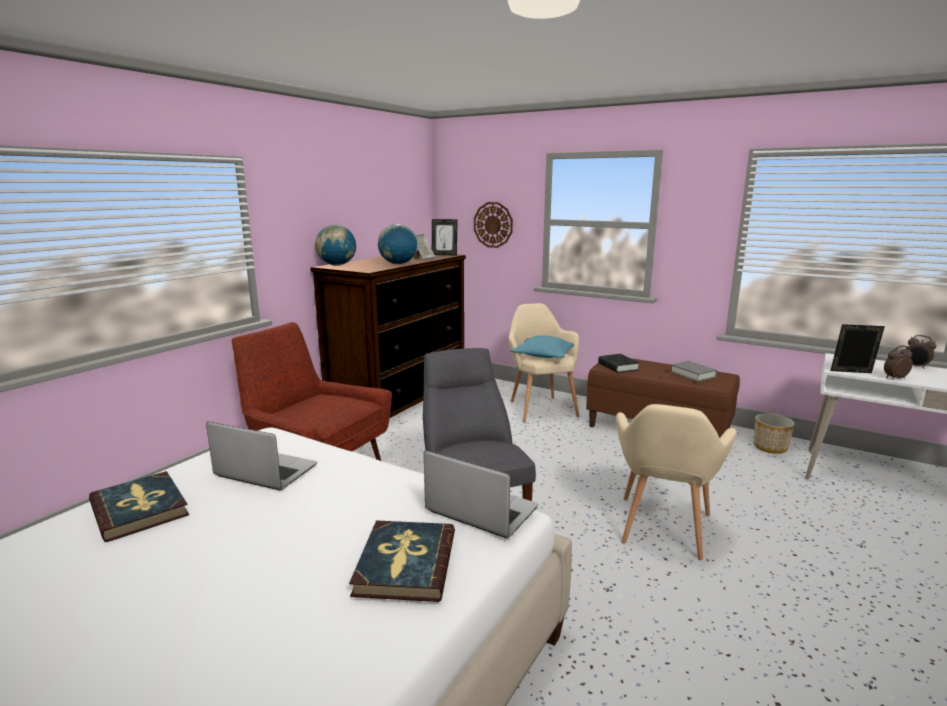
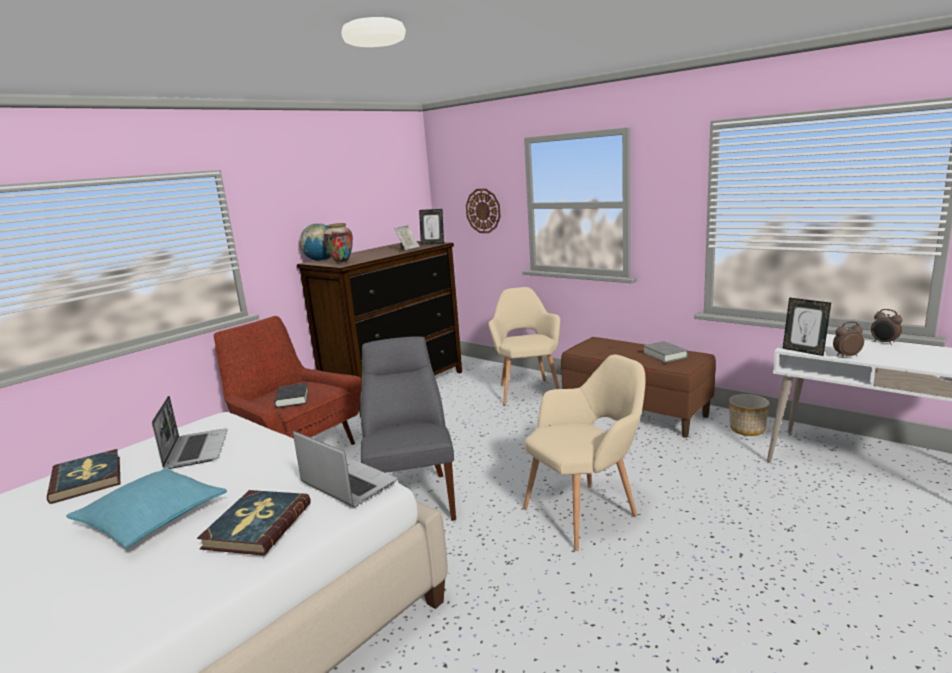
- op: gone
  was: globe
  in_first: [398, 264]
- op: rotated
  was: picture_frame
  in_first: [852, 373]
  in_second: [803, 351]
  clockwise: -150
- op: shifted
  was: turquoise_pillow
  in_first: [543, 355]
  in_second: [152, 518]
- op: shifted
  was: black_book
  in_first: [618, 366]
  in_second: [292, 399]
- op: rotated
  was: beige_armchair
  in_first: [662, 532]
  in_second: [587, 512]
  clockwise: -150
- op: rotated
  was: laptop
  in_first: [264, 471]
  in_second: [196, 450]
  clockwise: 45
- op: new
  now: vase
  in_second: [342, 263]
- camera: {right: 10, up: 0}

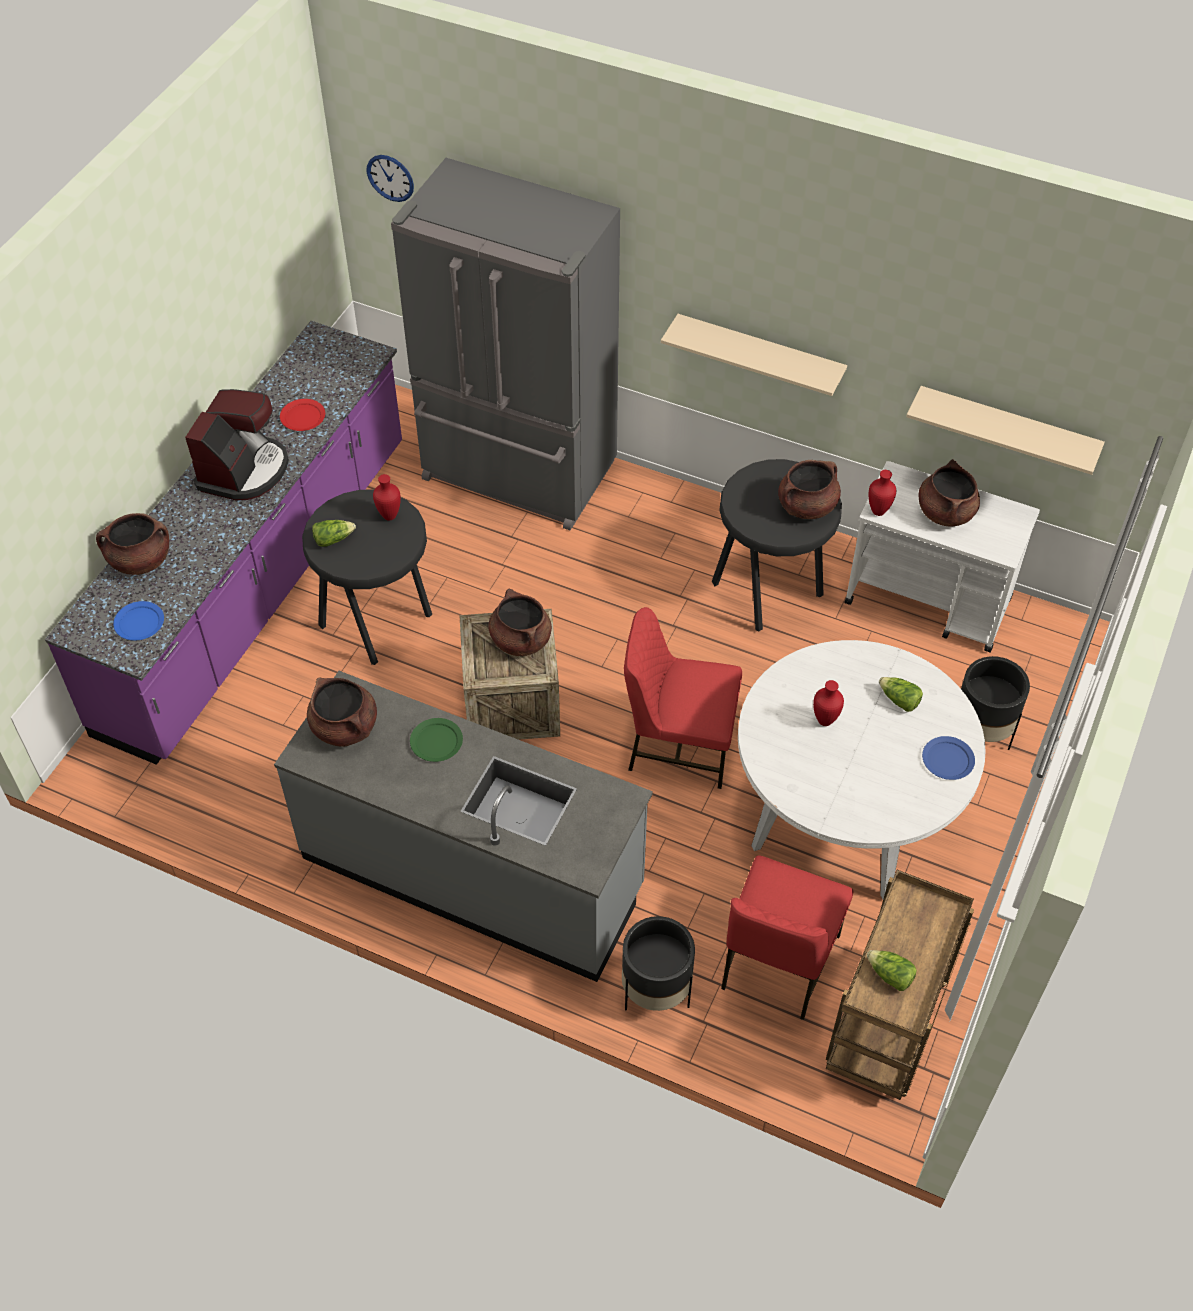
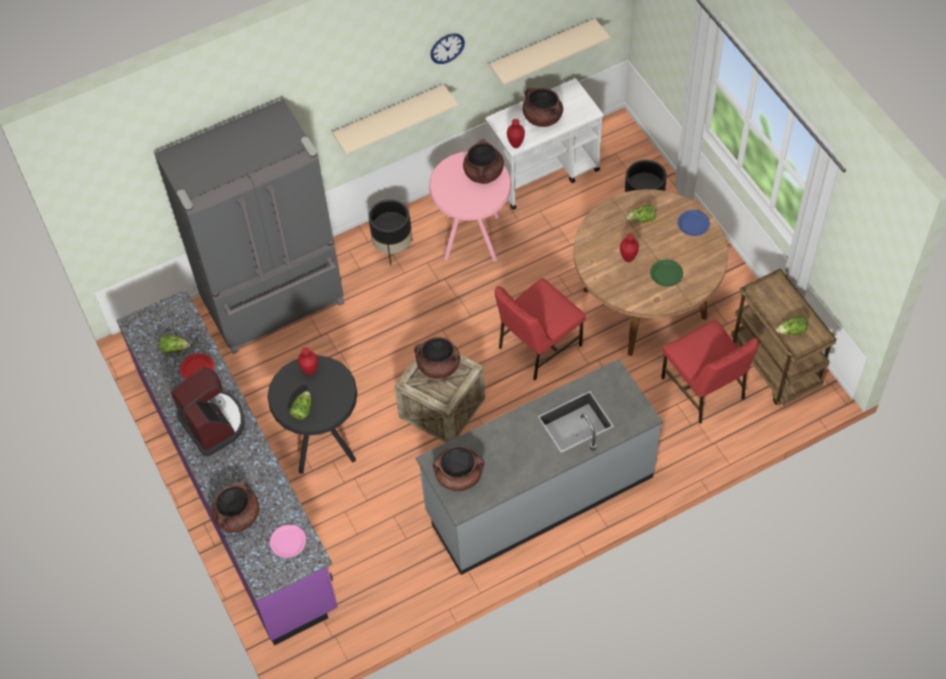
- op: shifted
  was: wall_clock
  in_first: [390, 178]
  in_second: [447, 48]
- op: repainted
  was: black_stool
  now: pink_stool
  in_first: [769, 590]
  in_second: [473, 237]
- op: repainted
  was: blue_plate
  now: pink_plate
  in_first: [139, 623]
  in_second: [288, 541]
- op: repainted
  was: white_dining_table
  now: brown_dining_table
  in_first: [843, 818]
  in_second: [644, 303]
- op: shifted
  was: green_plate
  in_first: [436, 742]
  in_second: [666, 274]
- op: shifted
  was: black_planter
  in_first: [655, 991]
  in_second: [392, 248]
- op: new
  now: lettuce
  in_second: [174, 348]
- camera: {right: -50, up: 5}

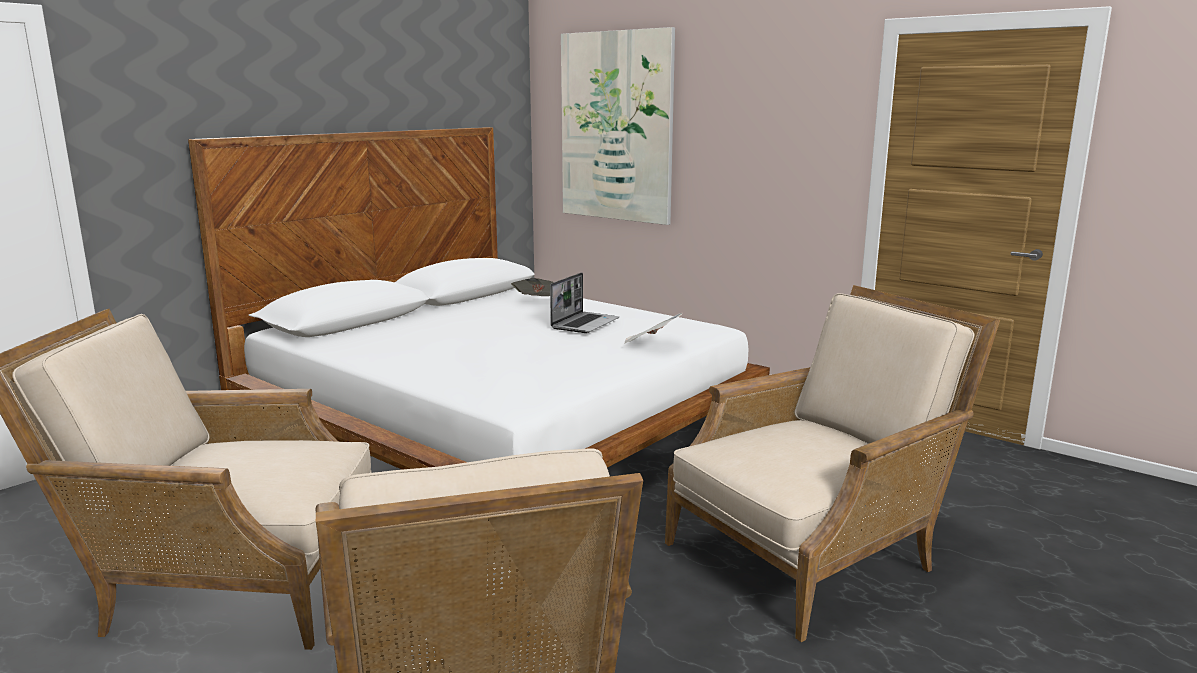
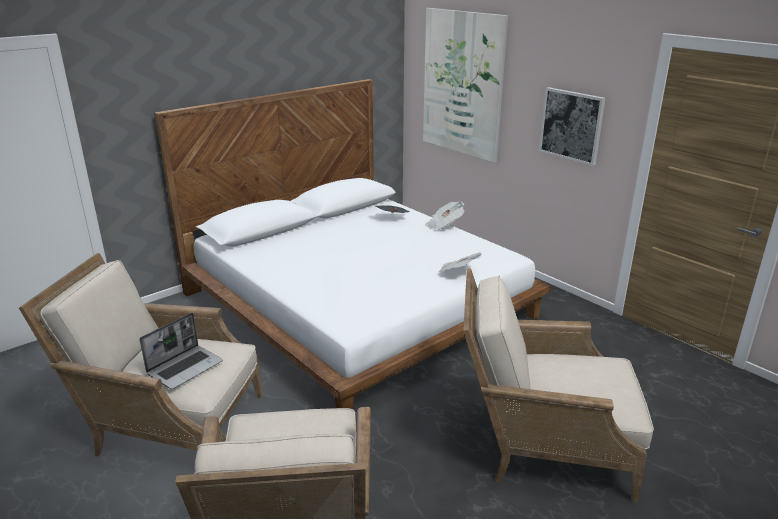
- op: shifted
  was: laptop
  in_first: [584, 324]
  in_second: [185, 367]
- op: rotated
  was: beige_armchair
  in_first: [815, 552]
  in_second: [542, 444]
  clockwise: -150
- op: new
  now: picture
  in_second: [571, 125]
- op: new
  now: newspaper
  in_second: [444, 225]
- camera: {right: 10, up: 10}

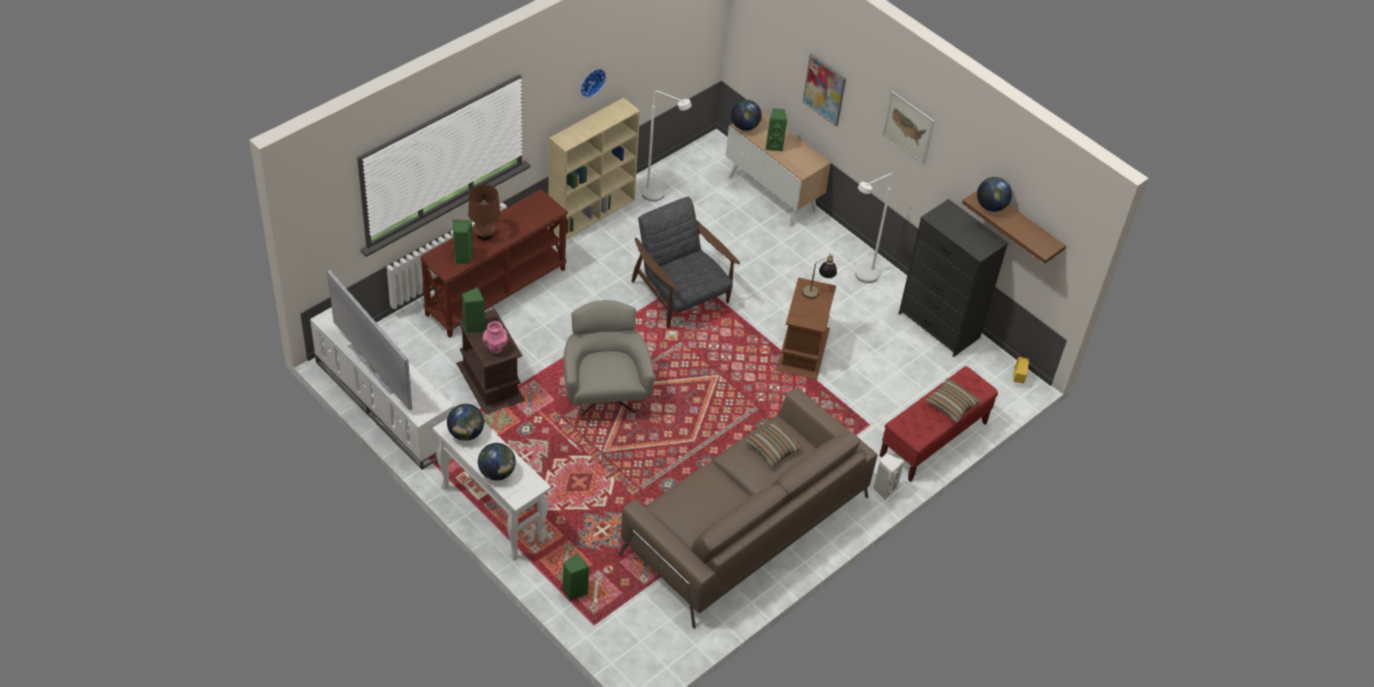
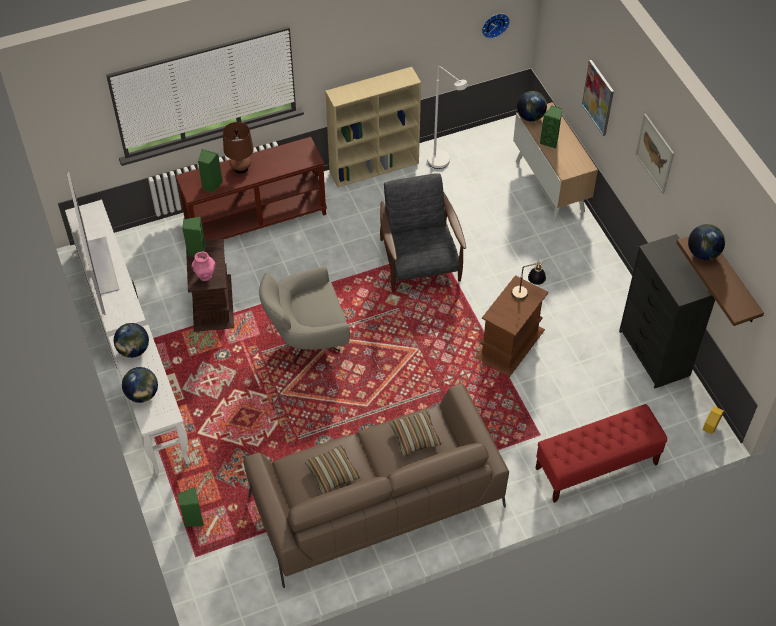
- op: shifted
  was: wall_clock
  in_first: [591, 81]
  in_second: [494, 24]
- op: gone
  was: white_floor_lamp
  in_first: [861, 277]
- op: rotated
  was: grey_armchair
  in_first: [604, 393]
  in_second: [307, 339]
  clockwise: -120
- op: shifted
  was: pillow
  in_first: [951, 404]
  in_second: [332, 473]
- op: gone
  was: white_speaker
  in_first: [884, 490]
- camera: {right: 25, up: 5}

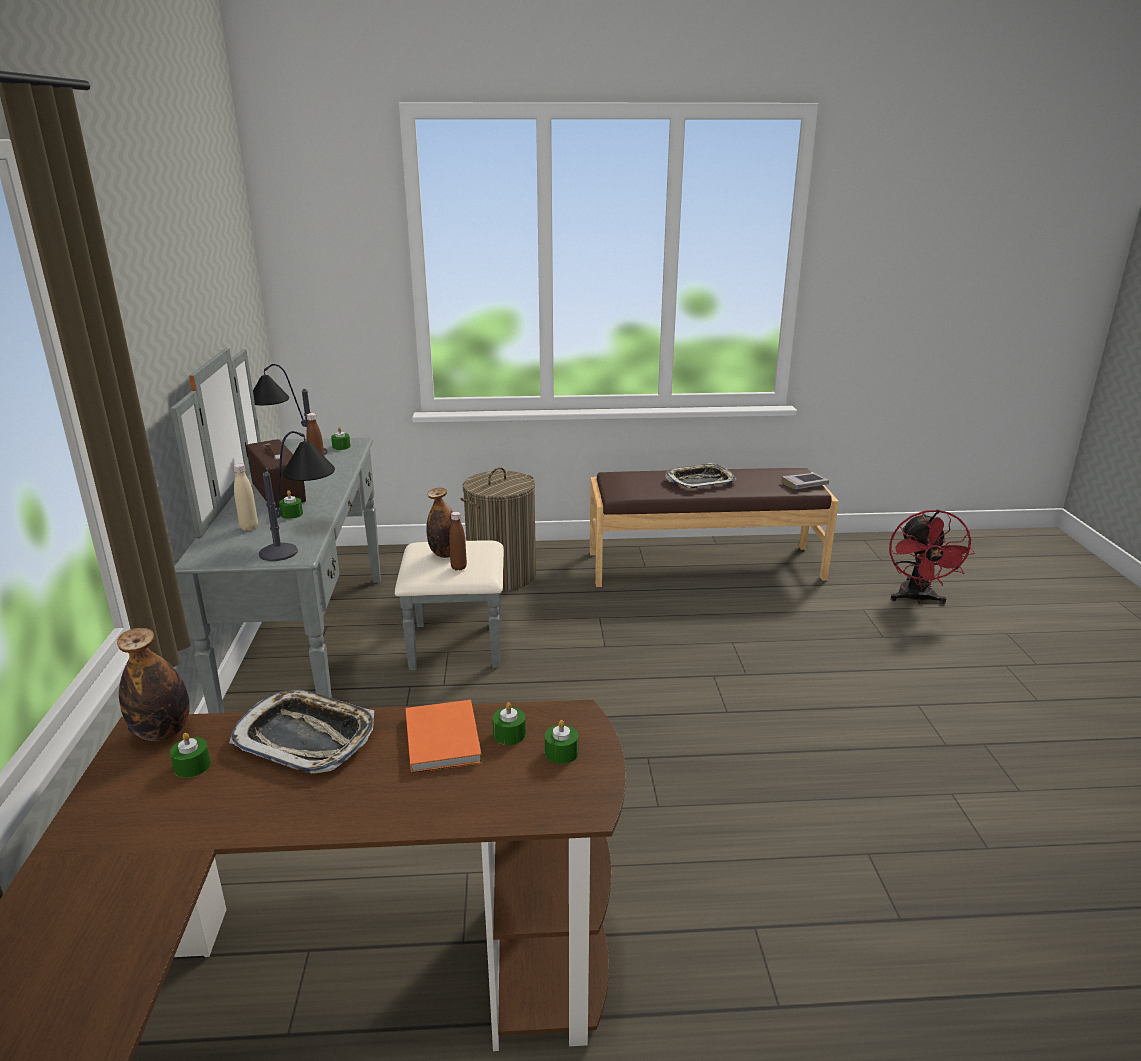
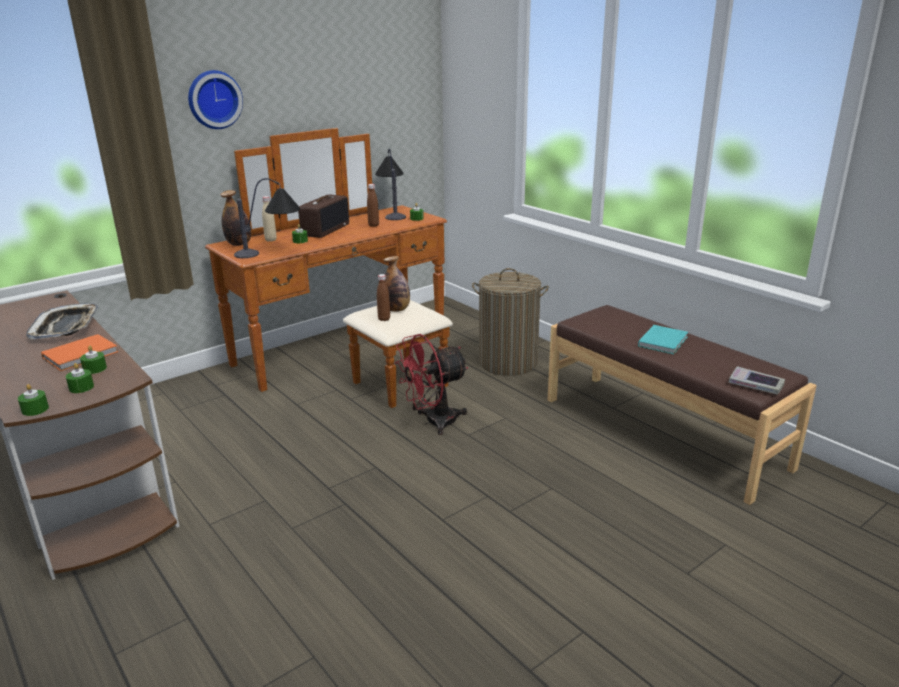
- op: repainted
  was: grey_dresser
  now: brown_dresser
  in_first: [345, 647]
  in_second: [355, 355]
- op: swapped
  was: tray
  now: turquoise_book
  in_first: [700, 481]
  in_second: [664, 341]
- op: shifted
  was: red_fan
  in_first: [917, 599]
  in_second: [433, 422]
- op: shifted
  was: bottle
  in_first: [162, 732]
  in_second: [239, 244]
- op: shifted
  was: green_candle
  in_first: [192, 766]
  in_second: [35, 409]
- op: new
  now: wall_clock
  in_second: [214, 99]
- camera: {right: 55, up: 0}

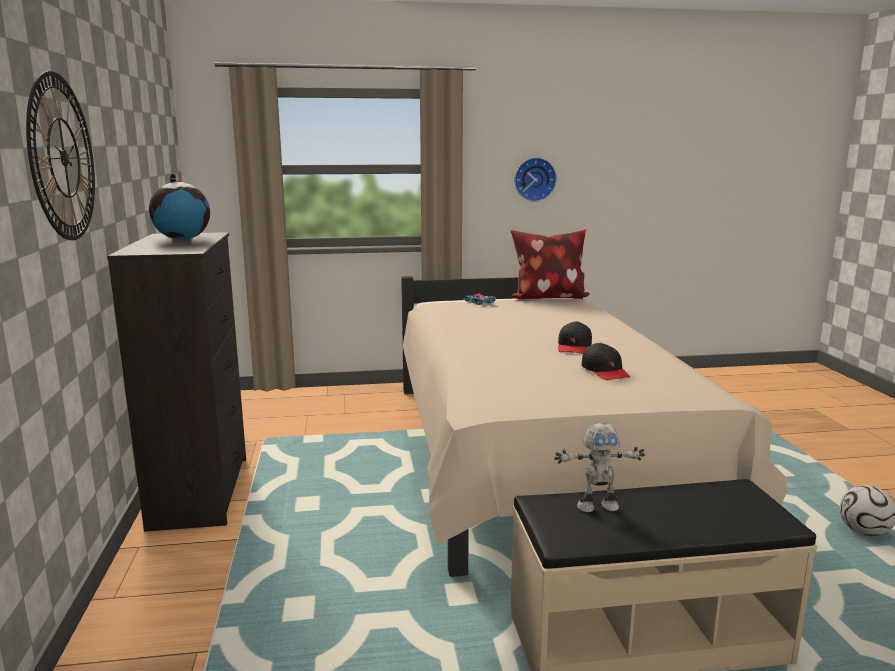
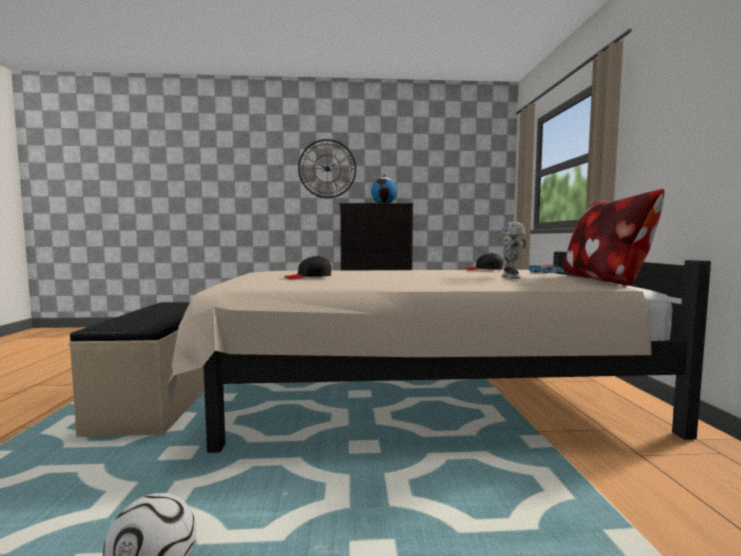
- op: gone
  was: wall_clock
  in_first: [534, 179]
- op: shifted
  was: black_cap
  in_first: [574, 347]
  in_second: [484, 269]
- op: shifted
  was: toy_robot
  in_first: [597, 506]
  in_second: [512, 277]
- camera: {right: 95, up: -10}

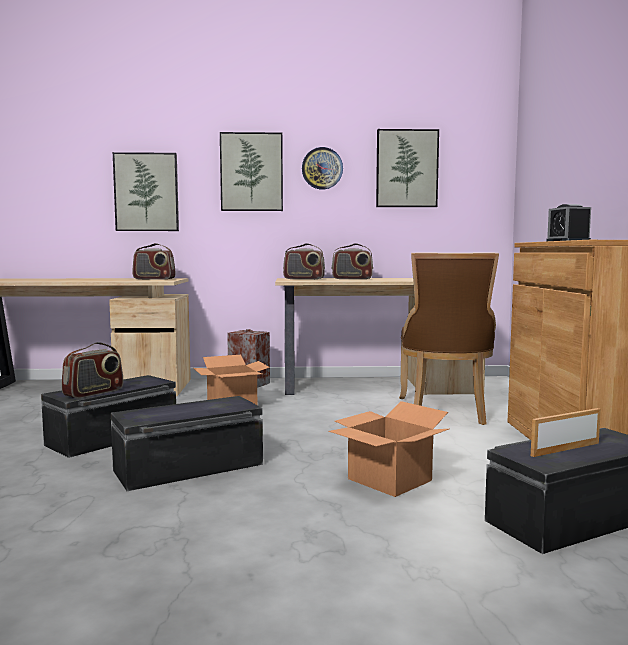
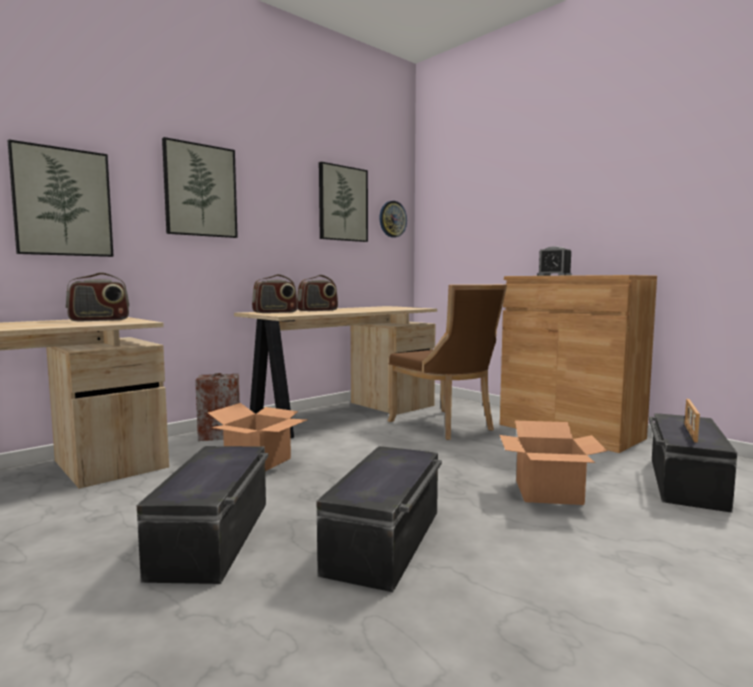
- op: shifted
  was: wall_clock
  in_first: [322, 168]
  in_second: [392, 219]
- op: gone
  was: radio
  in_first: [94, 393]
- camera: {right: -40, up: 0}

